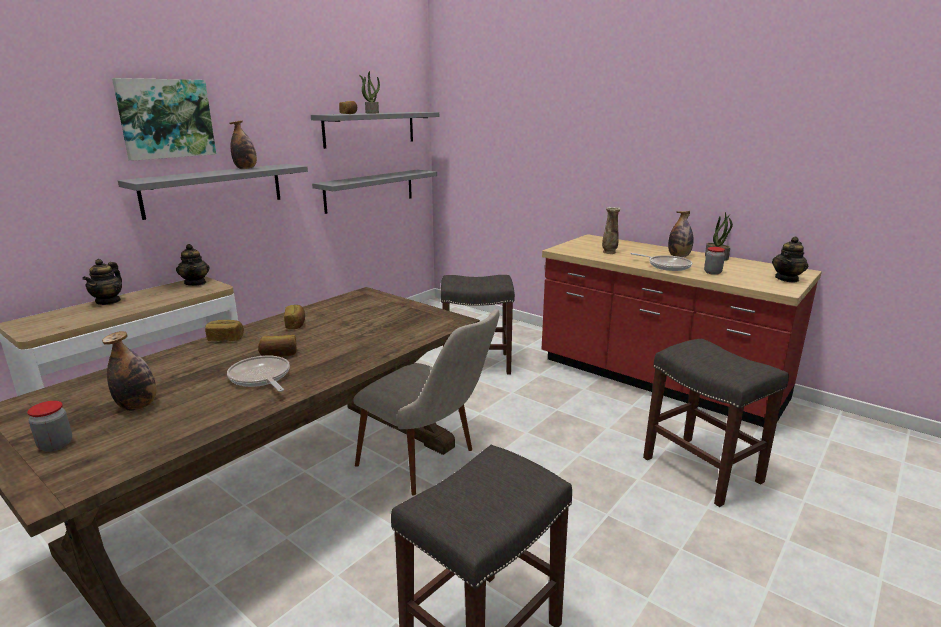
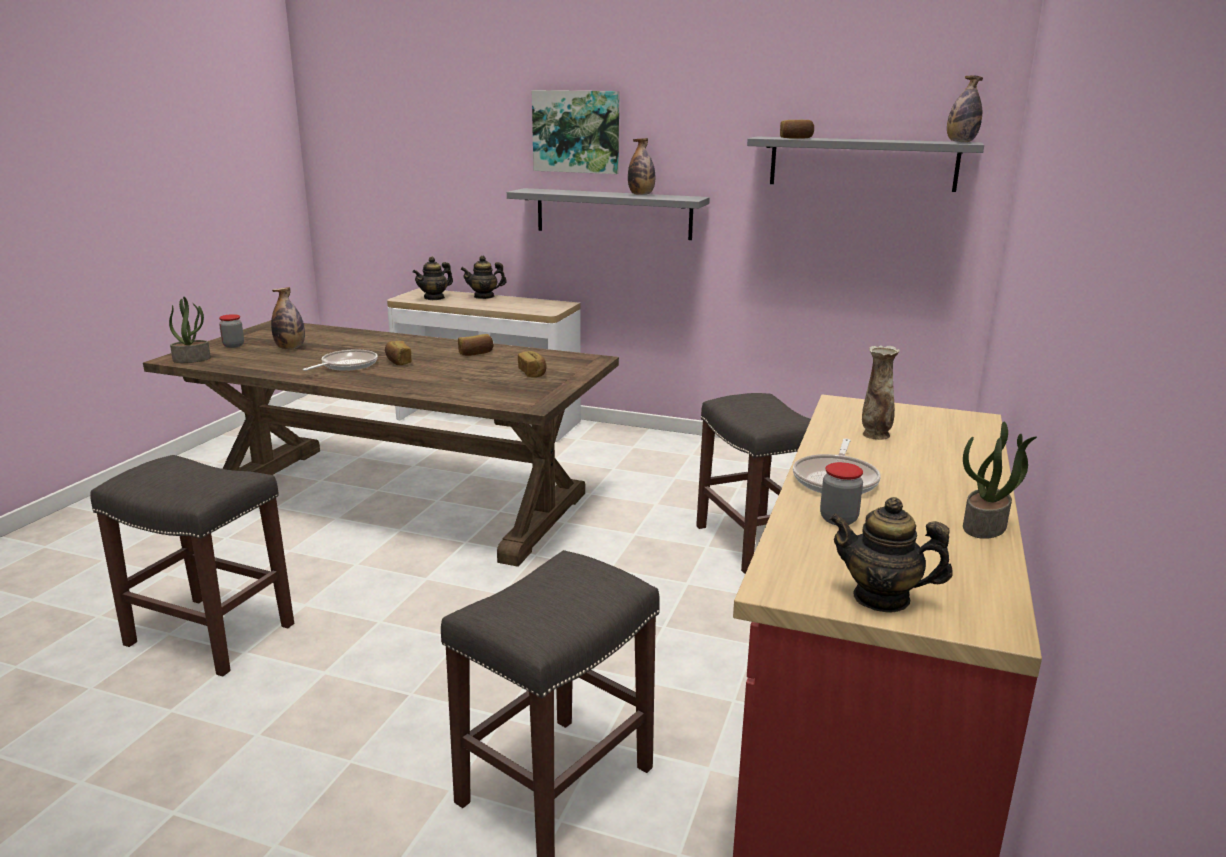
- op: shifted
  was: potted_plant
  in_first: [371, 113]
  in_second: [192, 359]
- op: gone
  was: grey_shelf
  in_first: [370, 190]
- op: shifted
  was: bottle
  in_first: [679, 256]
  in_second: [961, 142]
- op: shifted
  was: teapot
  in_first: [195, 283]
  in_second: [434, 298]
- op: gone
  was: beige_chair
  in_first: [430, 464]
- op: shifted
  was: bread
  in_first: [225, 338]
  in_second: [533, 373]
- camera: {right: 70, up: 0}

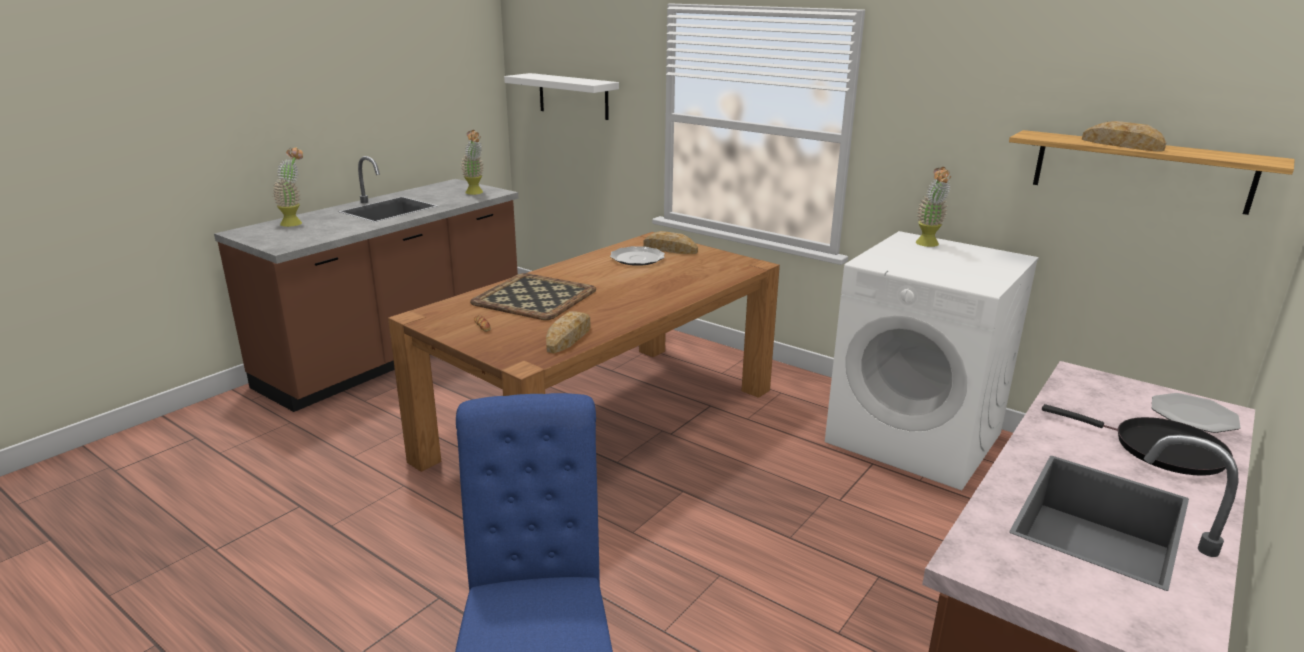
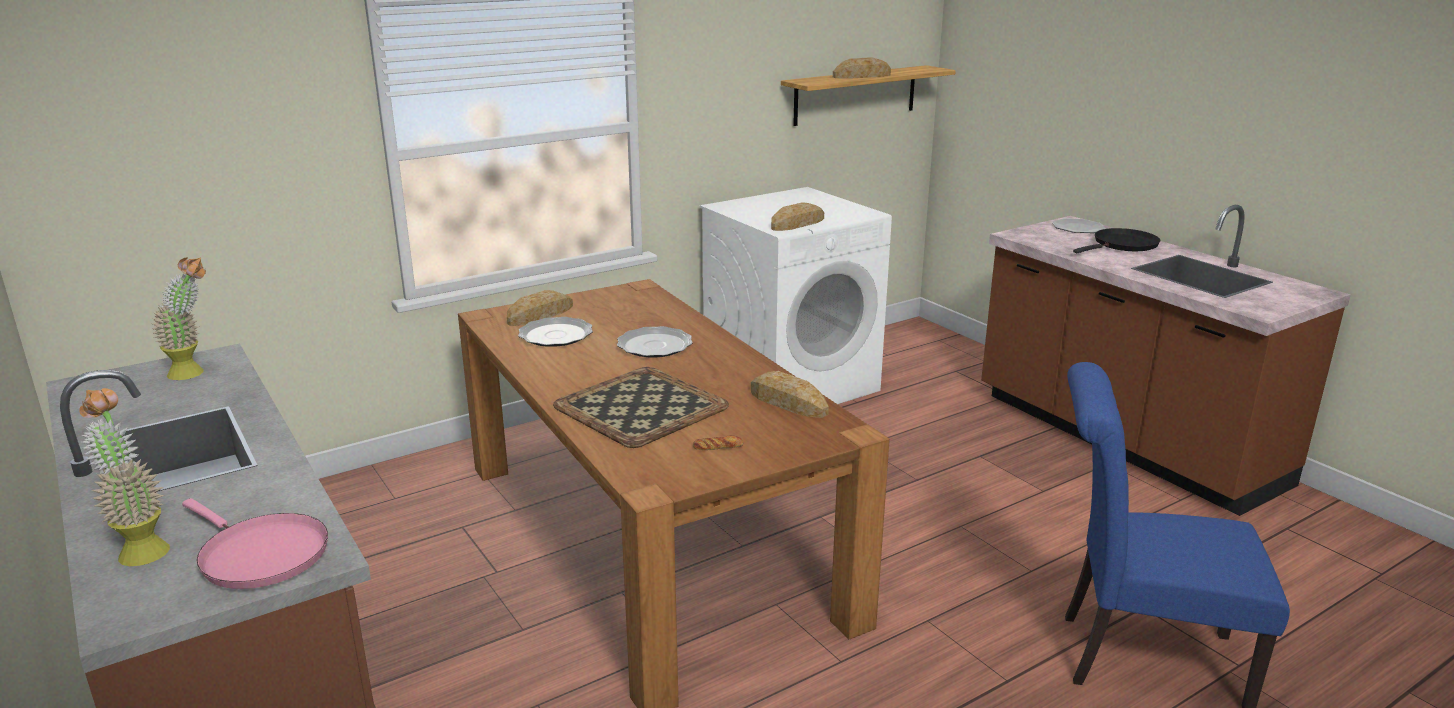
- op: gone
  was: white_shelf
  in_first: [573, 96]
- op: gone
  was: potted_plant
  in_first: [928, 245]
- op: new
  now: bread
  in_second: [798, 223]
- op: new
  now: plate
  in_second: [655, 345]
- op: new
  now: pink_frying_pan
  in_second: [259, 555]
- camera: {right: -70, up: 0}

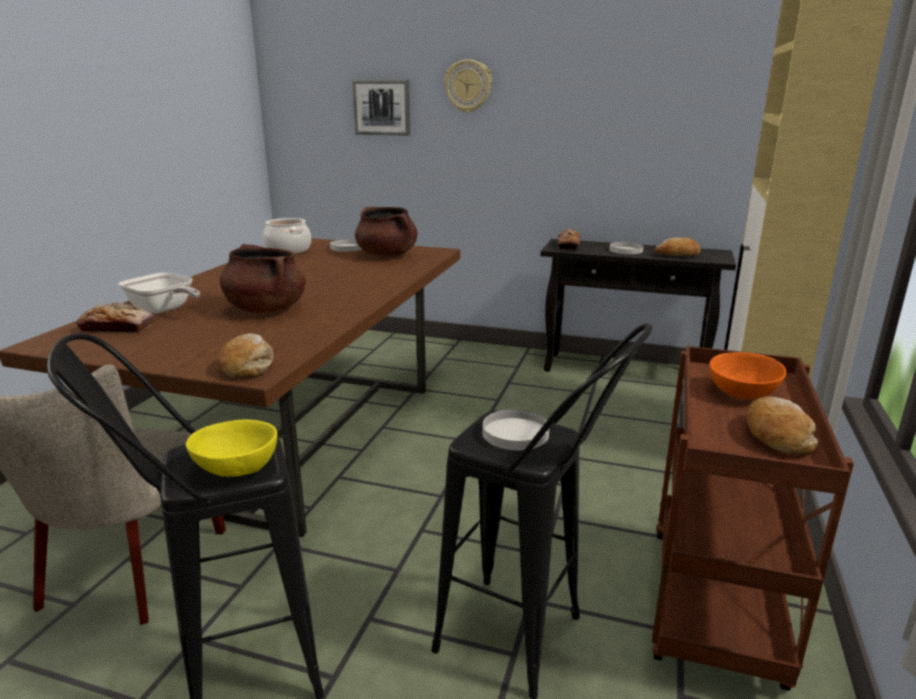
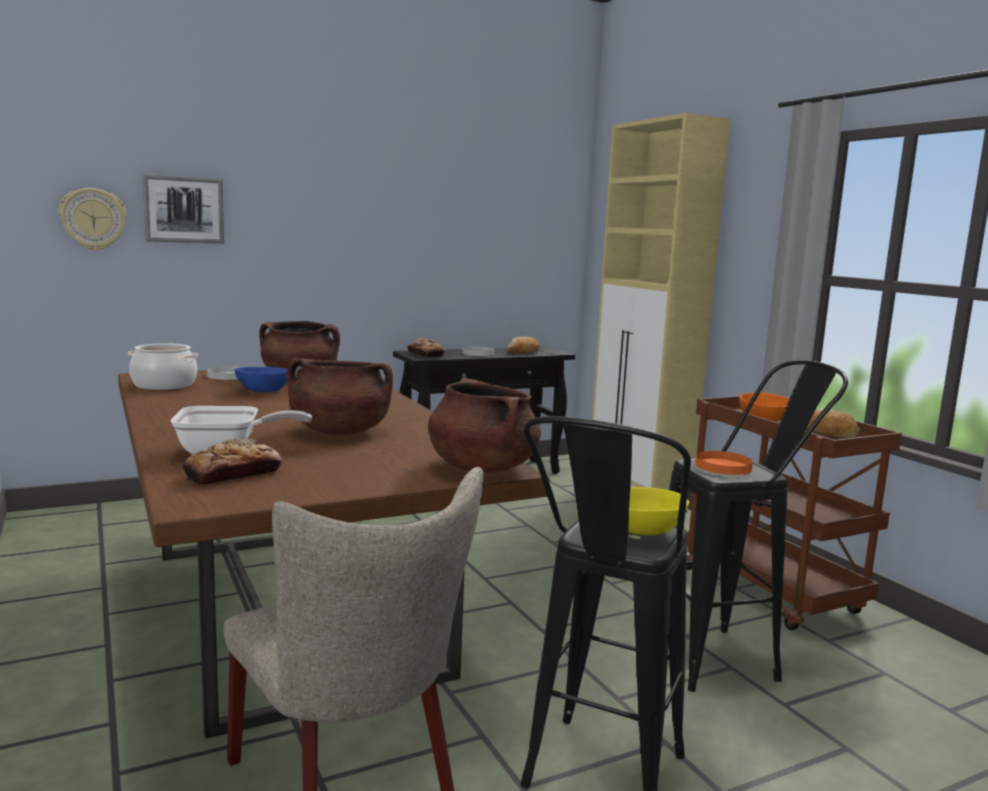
- op: shifted
  was: wall_clock
  in_first: [468, 86]
  in_second: [93, 219]
- op: swapped
  was: bread
  now: brown_cooking_pot
  in_first: [248, 366]
  in_second: [482, 467]
- op: repainted
  was: white_plate
  now: orange_plate
  in_first: [516, 433]
  in_second: [723, 466]
- op: new
  now: blue_bowl
  in_second: [263, 391]
- camera: {right: -45, up: -10}

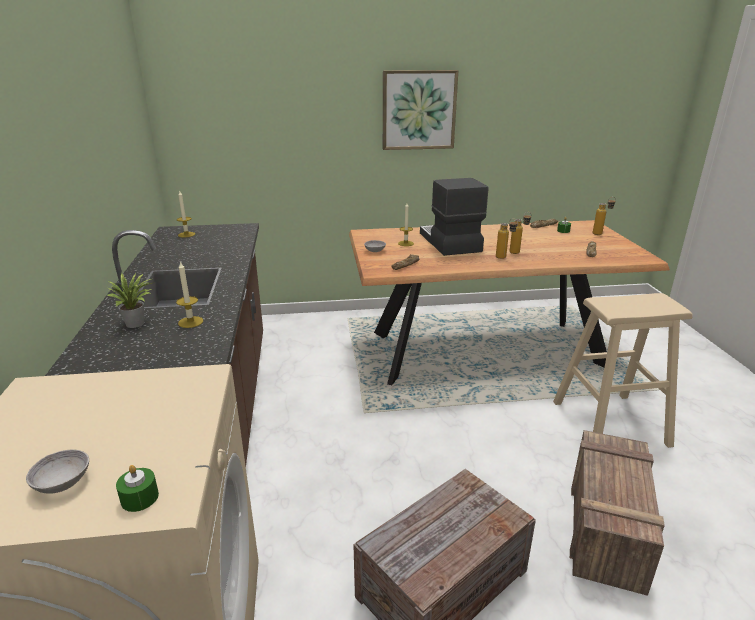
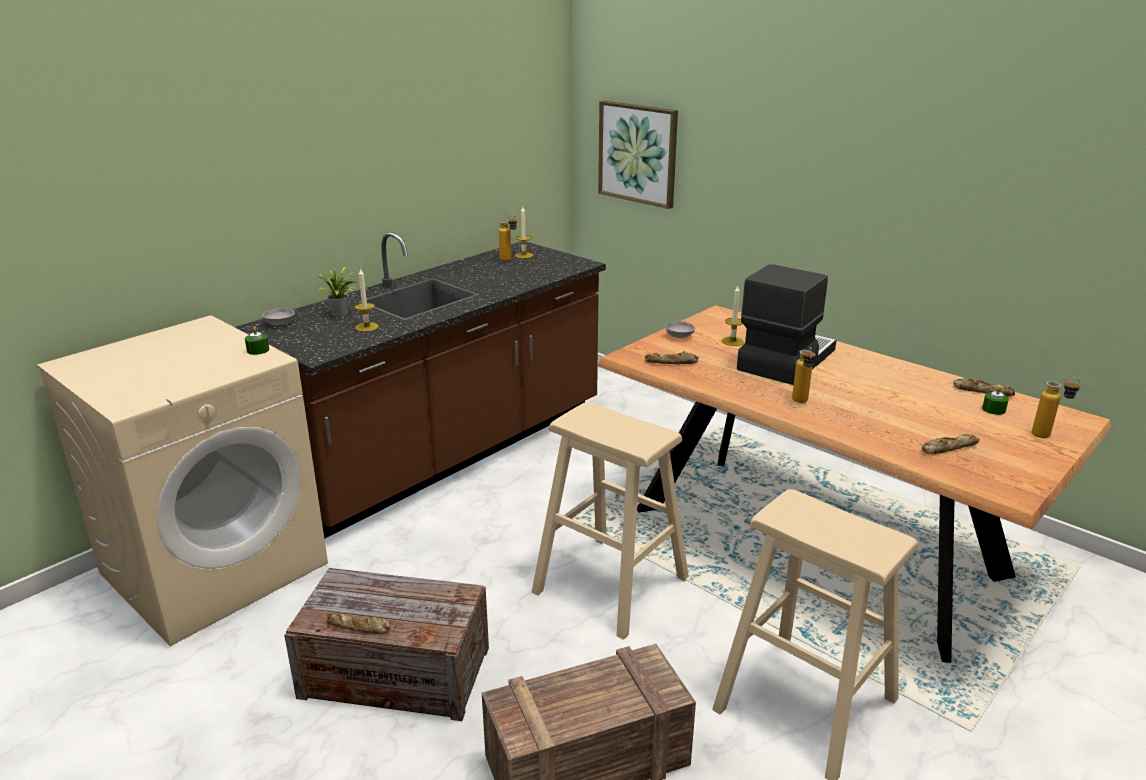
- op: shifted
  was: picture
  in_first: [418, 110]
  in_second: [638, 153]
- op: shifted
  was: bottle
  in_first: [518, 252]
  in_second: [509, 260]
- op: shifted
  was: grey_bowl
  in_first: [63, 483]
  in_second: [280, 323]
- op: shifted
  was: green_candle
  in_first: [139, 498]
  in_second: [258, 350]
- op: new
  now: beige_stool
  in_second: [610, 584]
- op: new
  now: bread
  in_second: [359, 628]
- camera: {right: 50, up: 0}

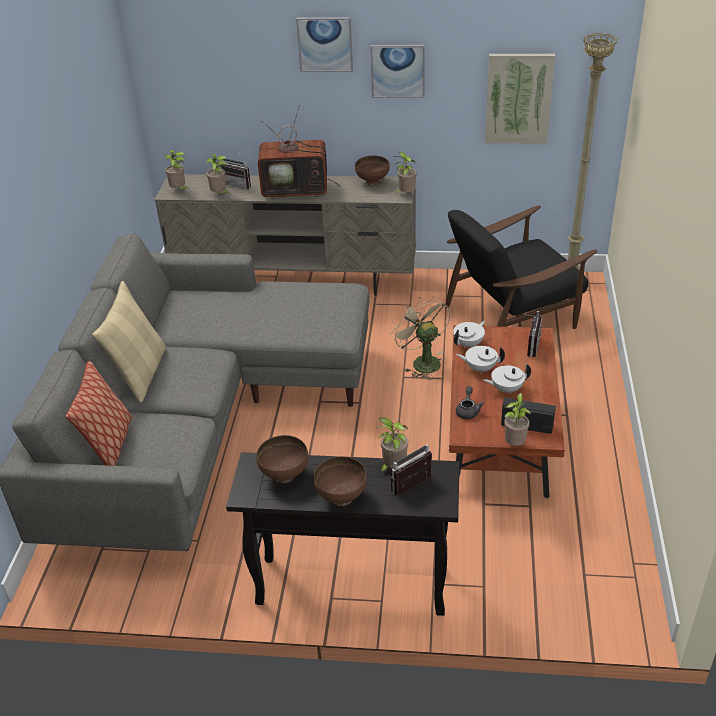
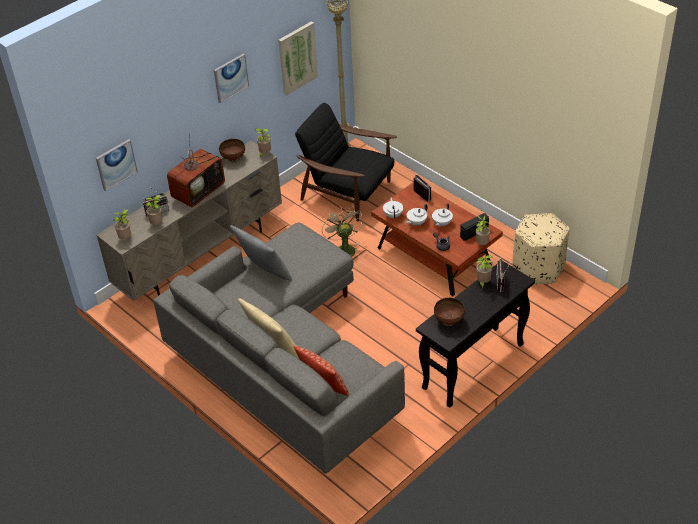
- op: shifted
  was: picture
  in_first: [325, 44]
  in_second: [116, 164]
- op: rotated
  was: black_armchair
  in_first: [512, 315]
  in_second: [348, 192]
  clockwise: 105
- op: rotated
  was: beige_fan
  in_first: [422, 361]
  in_second: [343, 249]
  clockwise: 60
- op: gone
  was: brown_bowl
  in_first: [341, 497]
- op: new
  now: beige_ottoman
  in_second: [538, 268]
- op: new
  now: grey_pillow
  in_second: [264, 272]
- camera: {right: -50, up: 5}

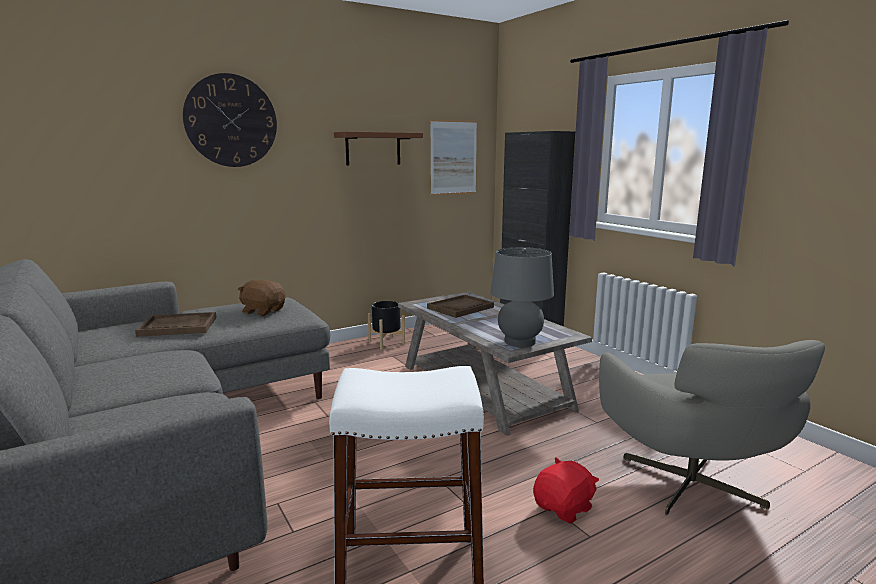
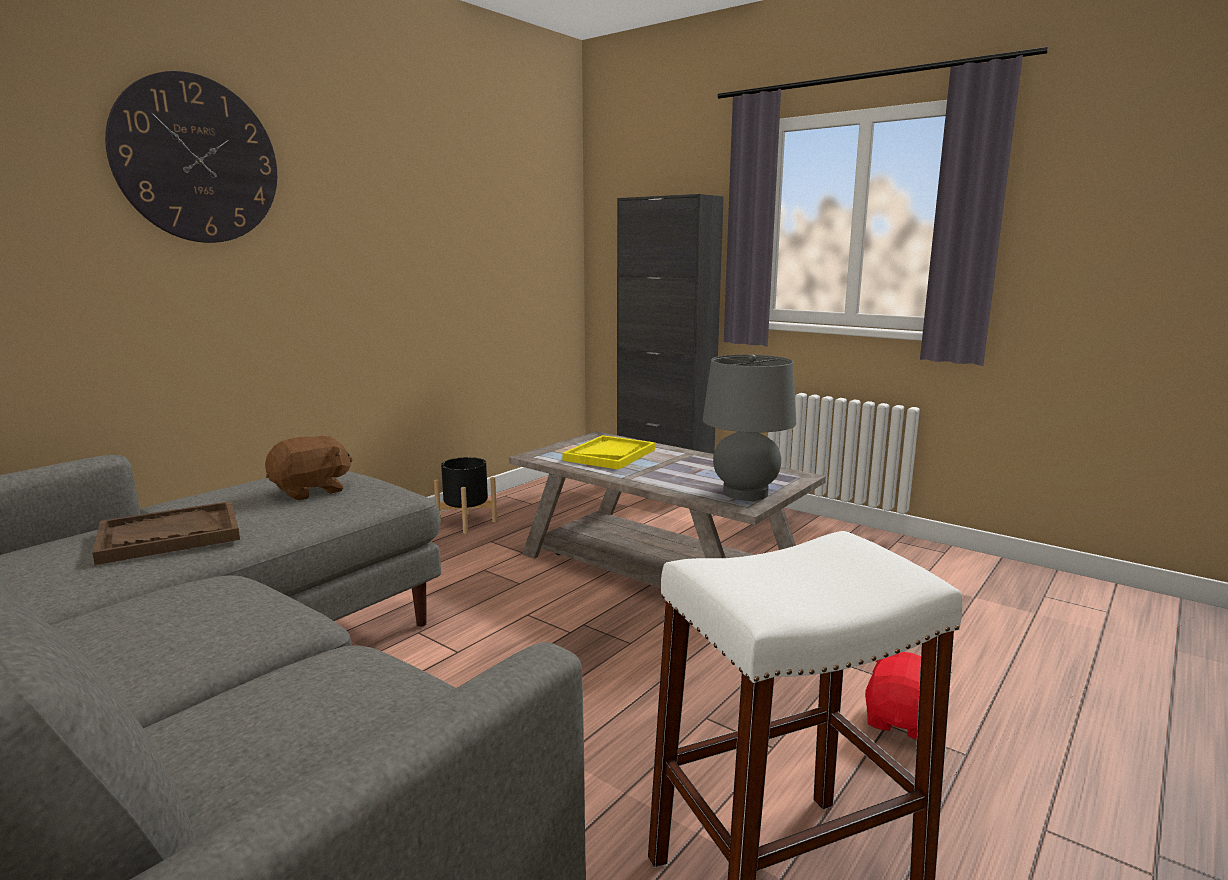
- op: gone
  was: picture
  in_first: [453, 157]
- op: gone
  was: brown_shelf
  in_first: [373, 149]
- op: rotated
  was: brown_plush_toy
  in_first: [263, 311]
  in_second: [311, 491]
  clockwise: 135
- op: repainted
  was: brown_tray
  now: yellow_tray
  in_first: [460, 308]
  in_second: [610, 455]
- op: gone
  was: grey_armchair
  in_first: [694, 485]
- camera: {right: -20, up: 0}

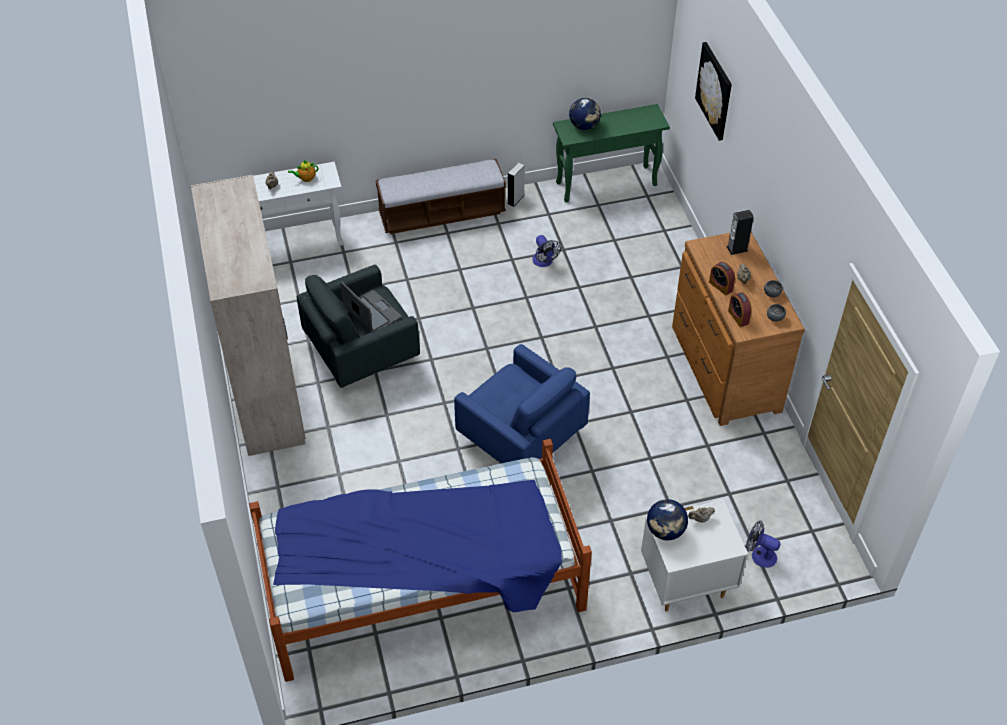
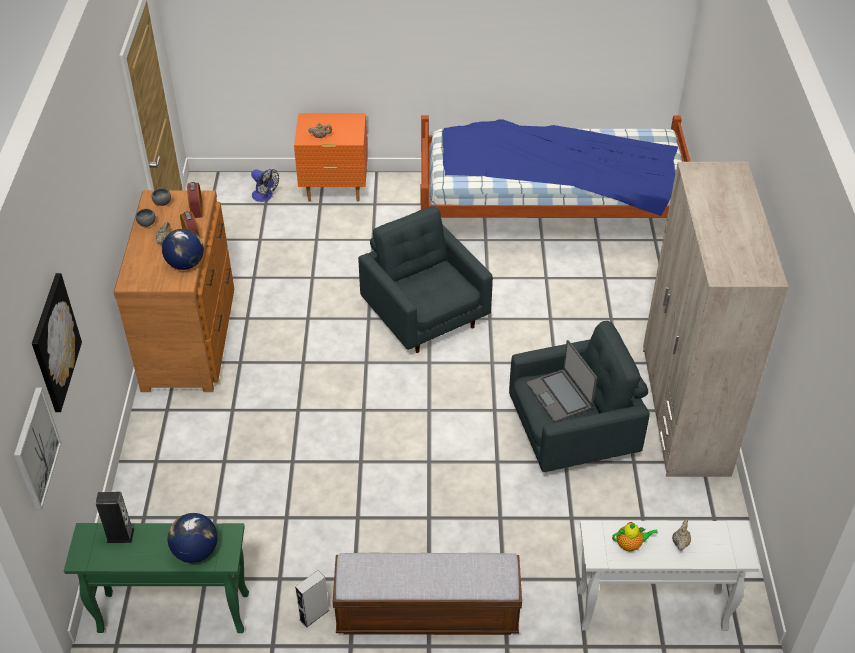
- op: shifted
  was: speaker
  in_first: [737, 248]
  in_second: [120, 535]
- op: gone
  was: fan
  in_first: [544, 262]
- op: repainted
  was: blue_armchair
  now: grey_armchair
  in_first: [521, 438]
  in_second: [425, 316]
- op: shifted
  was: globe
  in_first: [665, 531]
  in_second: [185, 264]
- op: repainted
  was: white_nightstand
  now: orange_nightstand
  in_first: [686, 584]
  in_second: [334, 190]
- op: new
  now: picture
  in_second: [35, 448]
- camera: {right: -165, up: -5}

